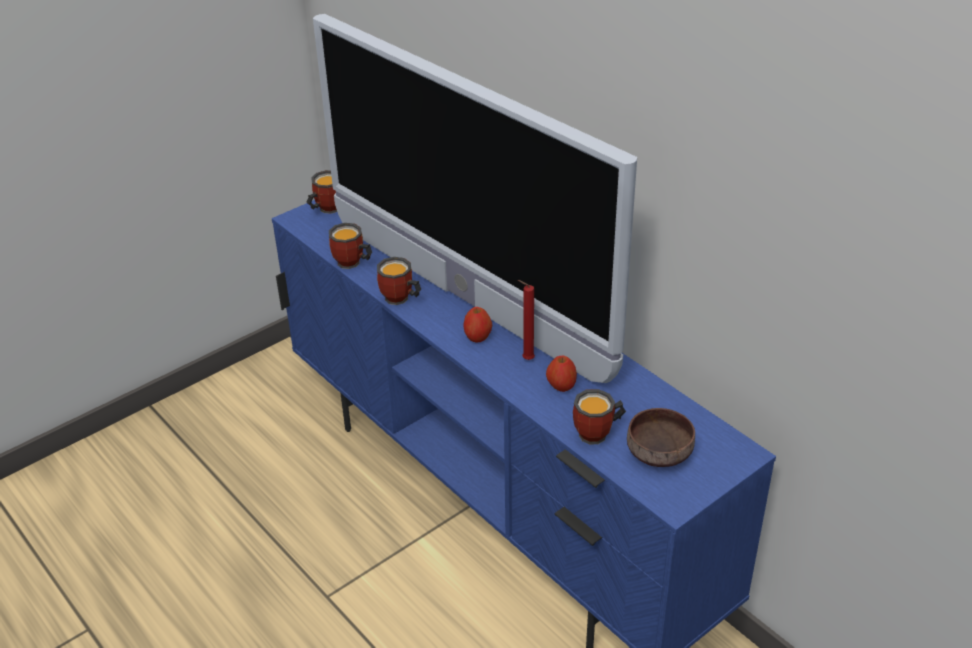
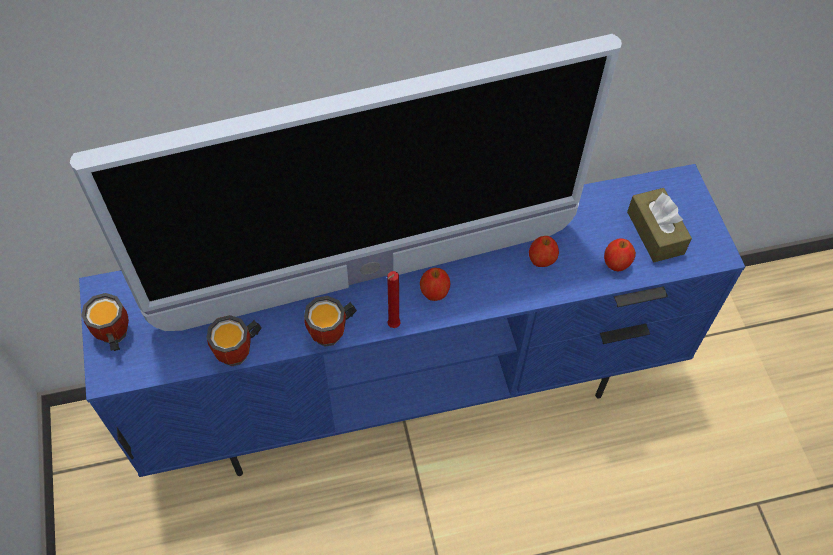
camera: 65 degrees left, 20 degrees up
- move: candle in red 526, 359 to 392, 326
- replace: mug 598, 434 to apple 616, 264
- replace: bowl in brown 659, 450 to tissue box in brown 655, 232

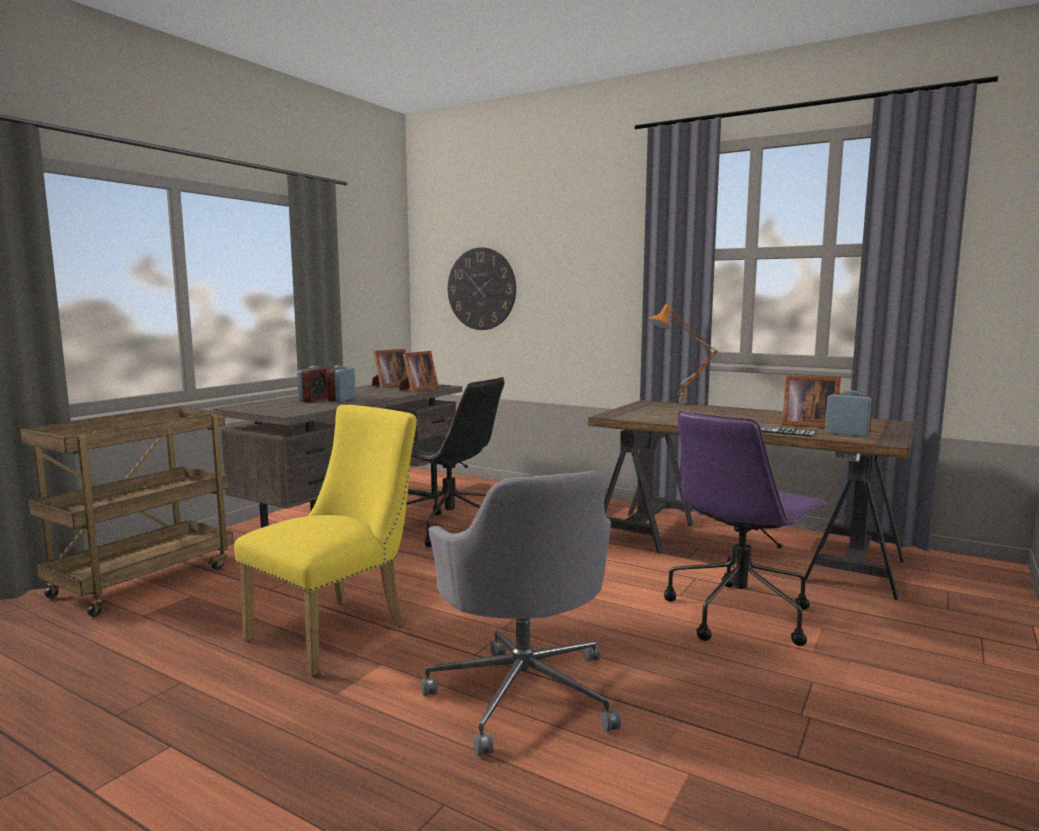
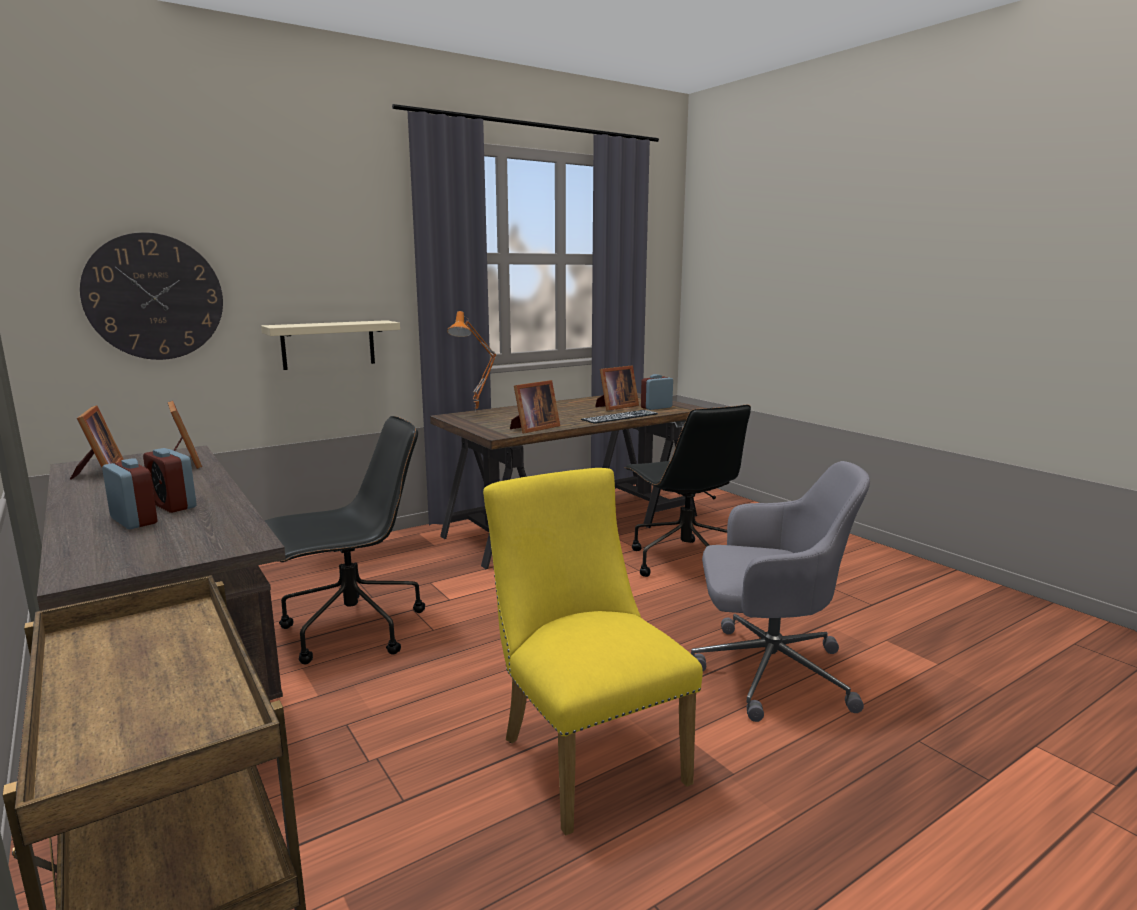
camera: 65 degrees left, 5 degrees up
- insert: shelf in beige 328, 344
- insert: picture frame 533, 429
- recolor: office chair in purple 739, 613 to office chair in black 683, 561

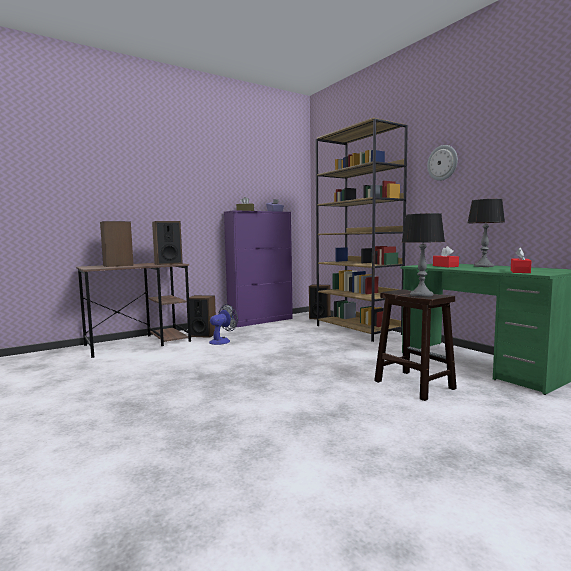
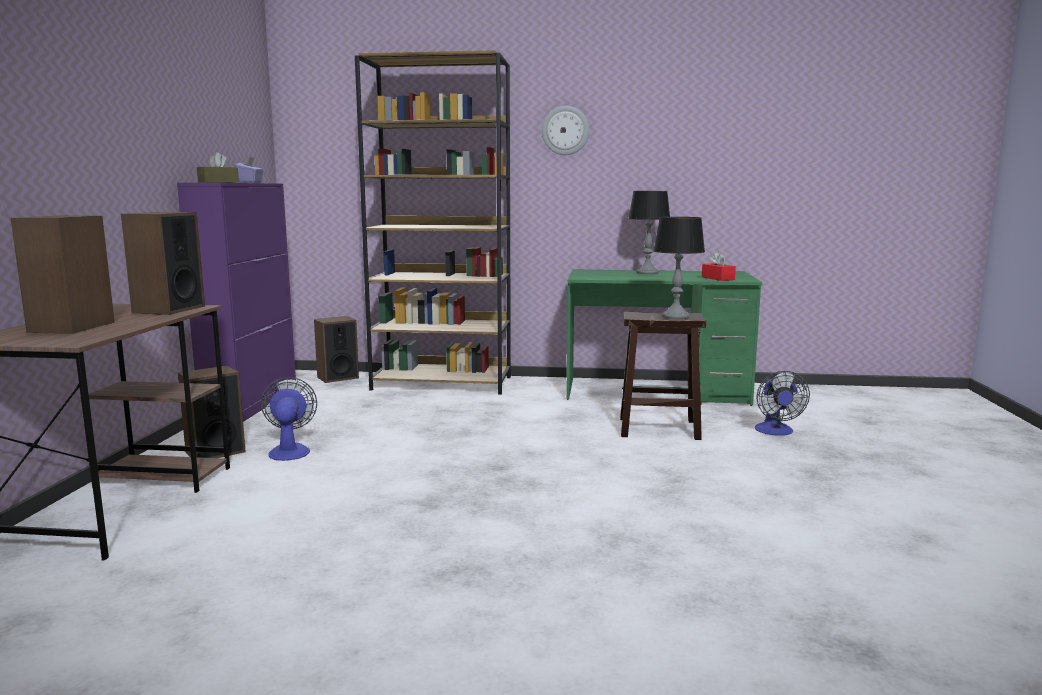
camera: 50 degrees left, 5 degrees up
- insert: fan 775, 432
- delete: tissue box in red 445, 266

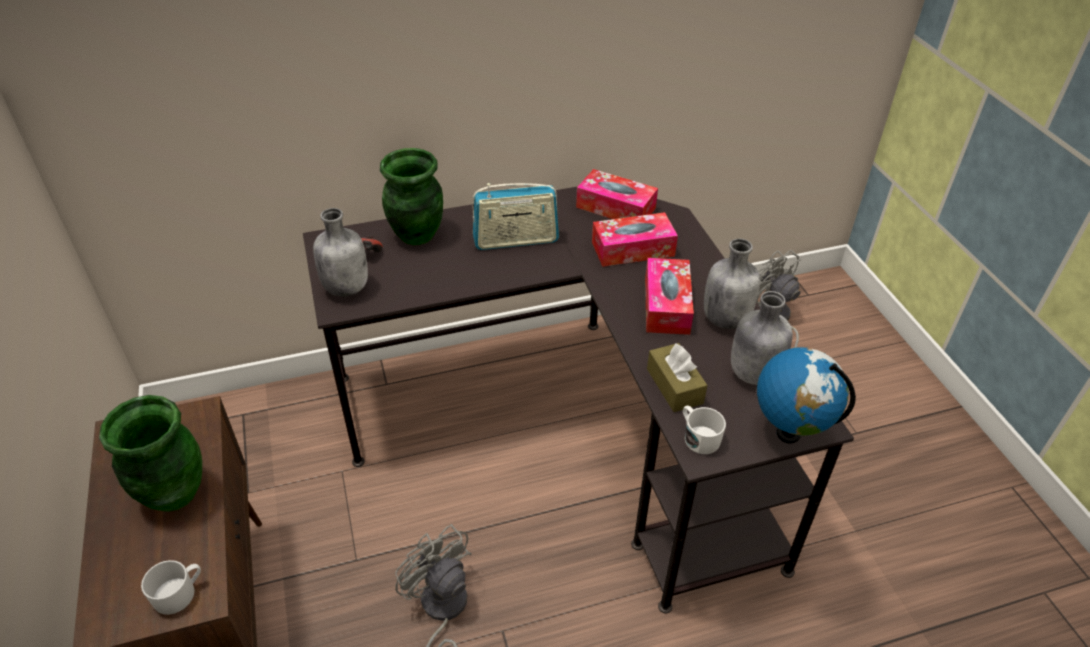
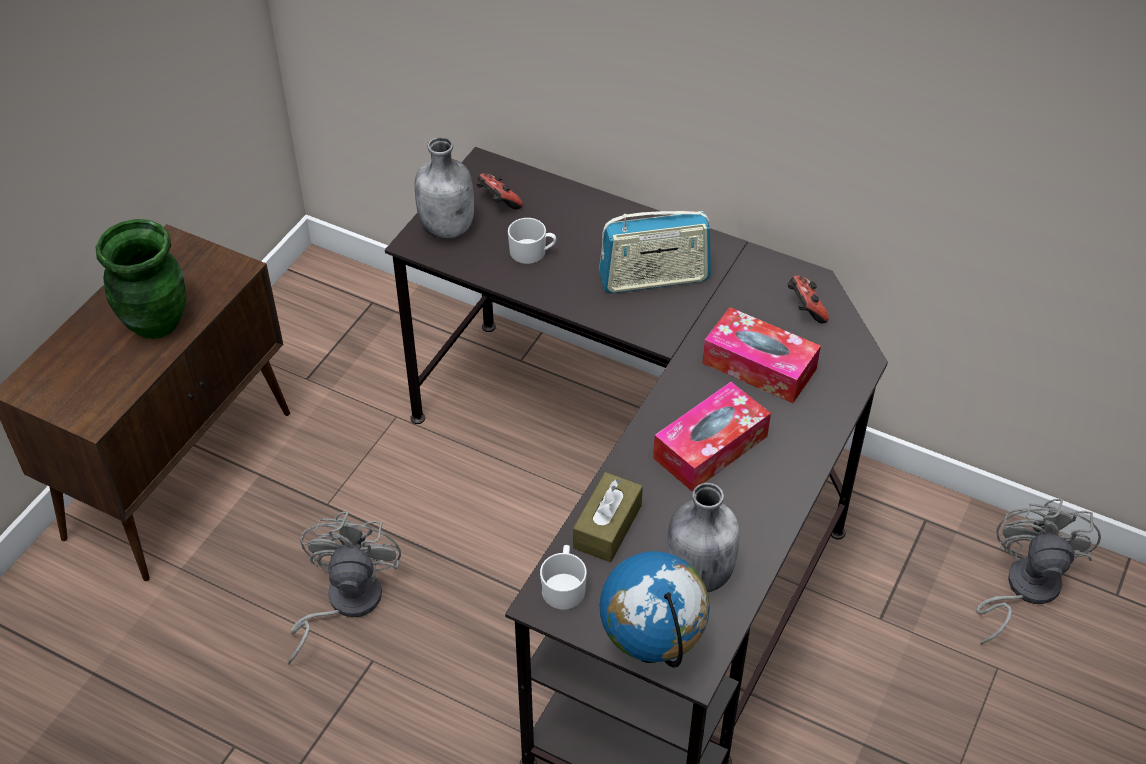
camera: 45 degrees right, 5 degrees up
- move: mug in white 179, 593 to 532, 252
- rotate: radio 516, 240 = 654, 279 45 degrees counterclockwise
- replace: tissue box 615, 208 to game controller 805, 309
- delete: vase in green 416, 235
- delete: bottle in grey 725, 318

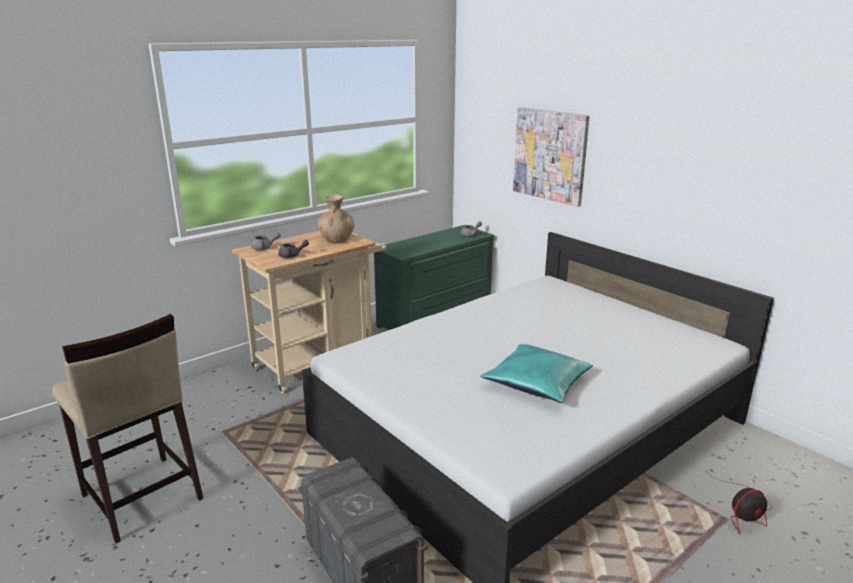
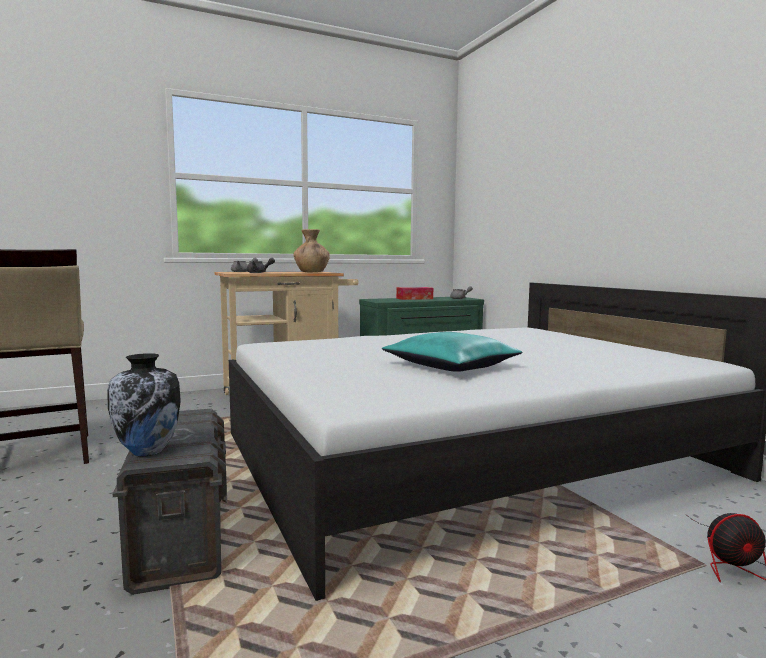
camera: 15 degrees right, 15 degrees down
- insert: vase 148, 451
- insert: tissue box 414, 298
- delete: picture 550, 155

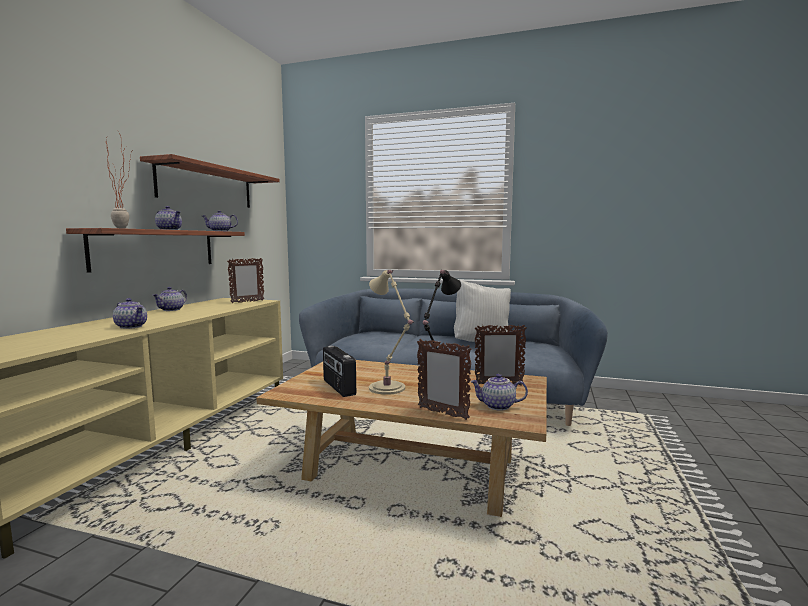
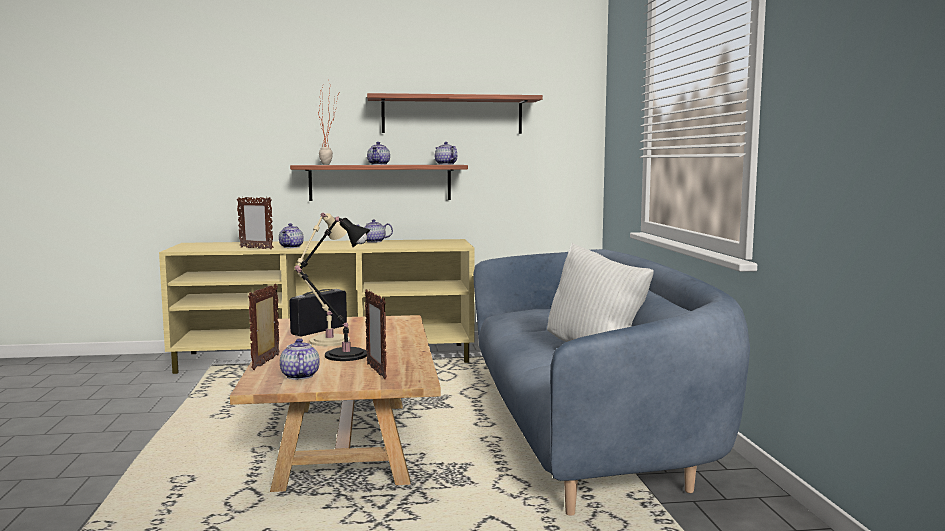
camera: 65 degrees right, 0 degrees up
- move: picture frame 247, 302 to 256, 248

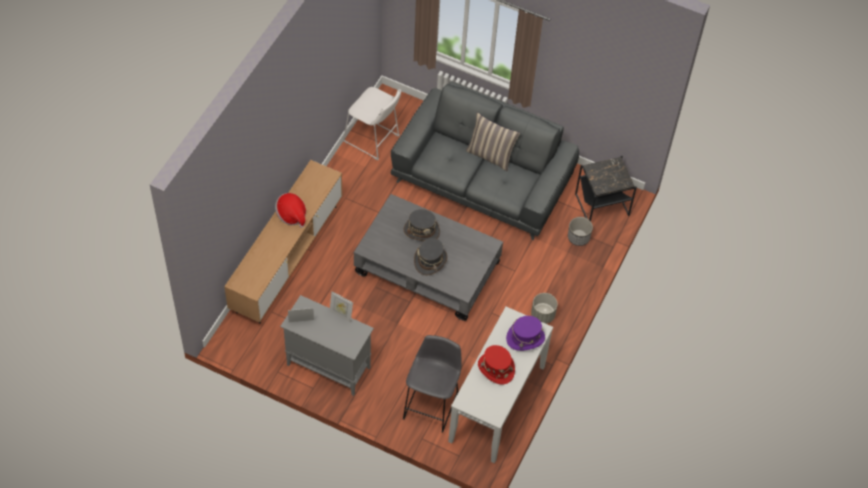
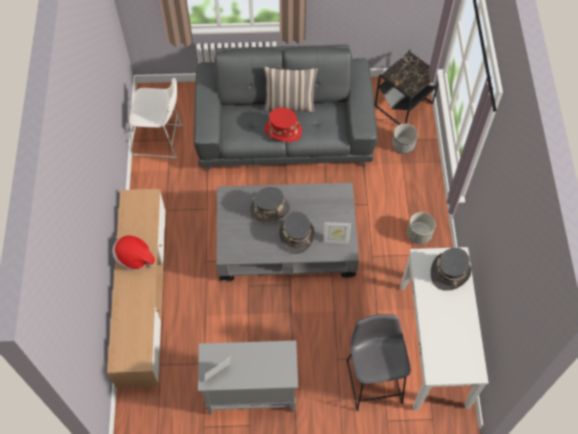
camera: 25 degrees left, 5 degrees up
- move: hat in red 496, 368 to 283, 130
- move: picture frame 341, 315 to 336, 240
- recolor: hat in purple 525, 338 to hat in grey 450, 272

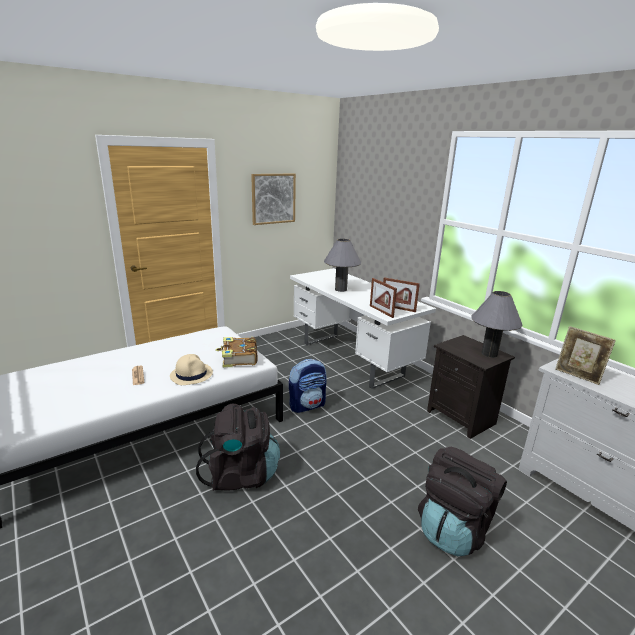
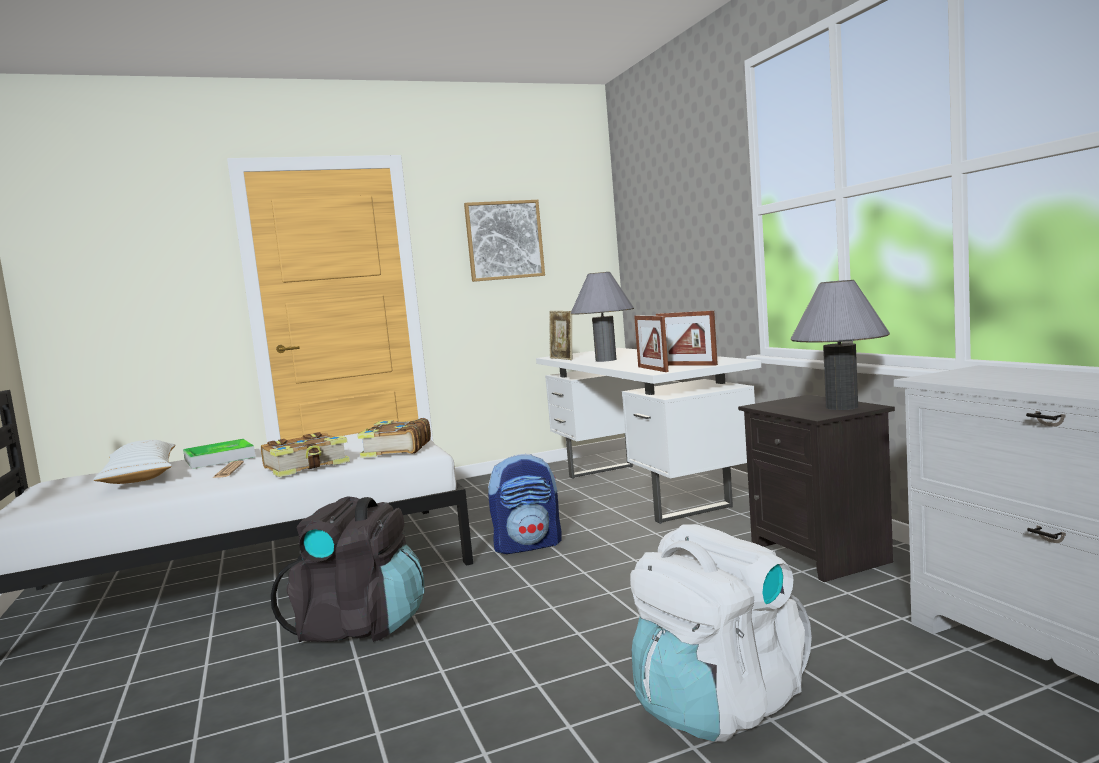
camera: 15 degrees right, 15 degrees down
- insert: pillow in white 141, 476
- insert: tray 219, 458
- replace: hat in beige 191, 374 to book 307, 466
- move: picture frame 577, 376 to 562, 359
- recolor: backpack in black 454, 529 to backpack in white 719, 704

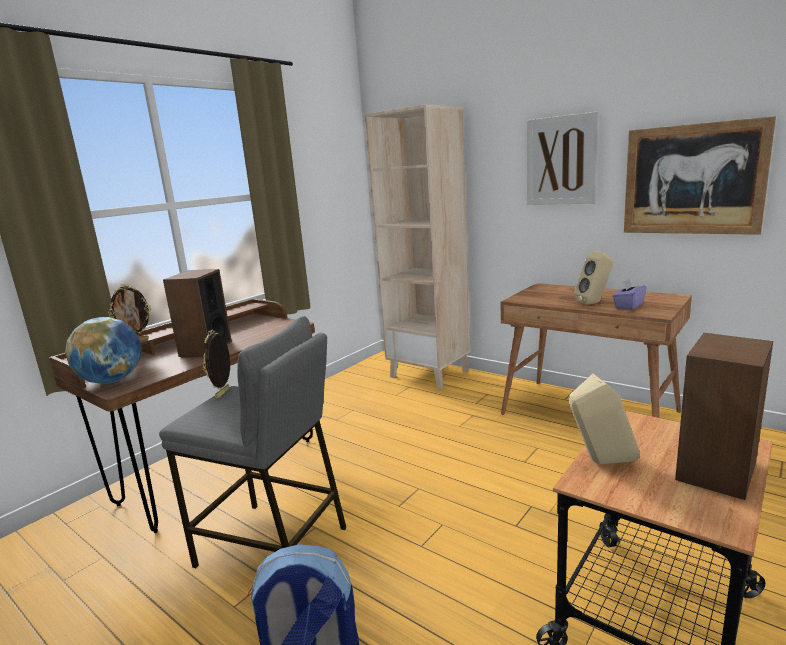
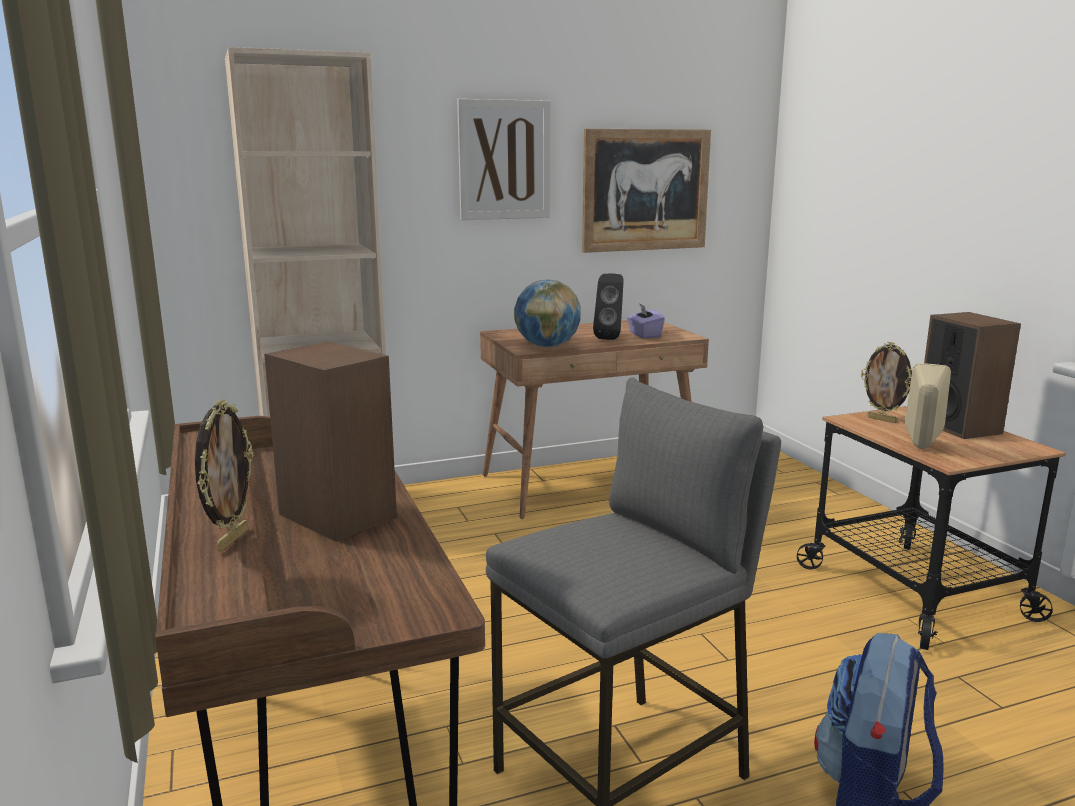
camera: 60 degrees left, 0 degrees up
- move: globe 112, 381 to 547, 346
- recolor: speaker in beige 594, 303 to speaker in black 609, 338
- move: picture frame 223, 393 to 882, 420

